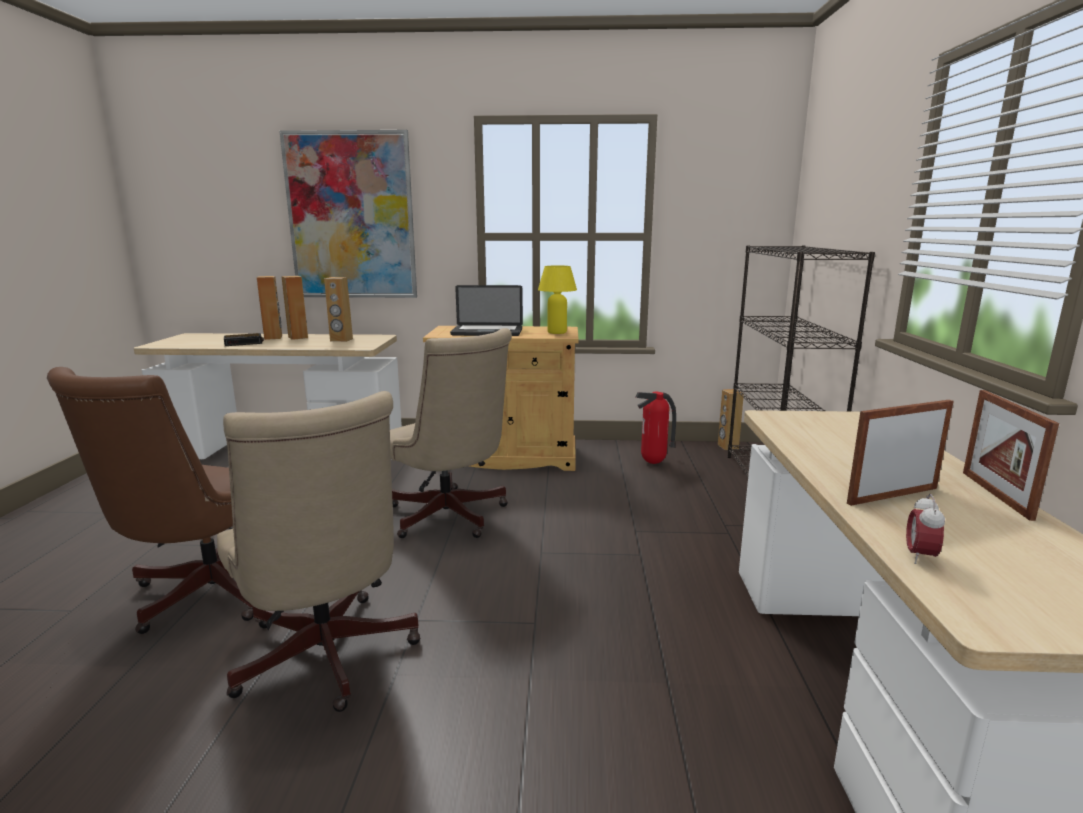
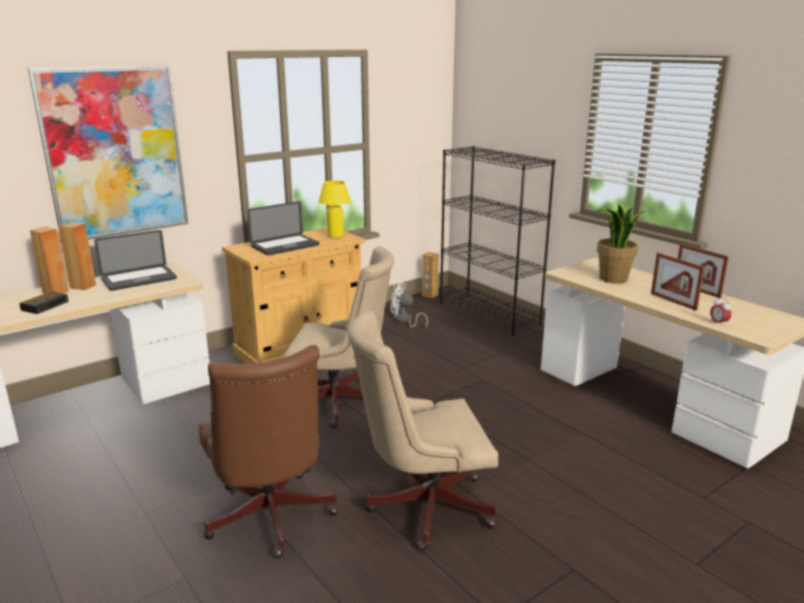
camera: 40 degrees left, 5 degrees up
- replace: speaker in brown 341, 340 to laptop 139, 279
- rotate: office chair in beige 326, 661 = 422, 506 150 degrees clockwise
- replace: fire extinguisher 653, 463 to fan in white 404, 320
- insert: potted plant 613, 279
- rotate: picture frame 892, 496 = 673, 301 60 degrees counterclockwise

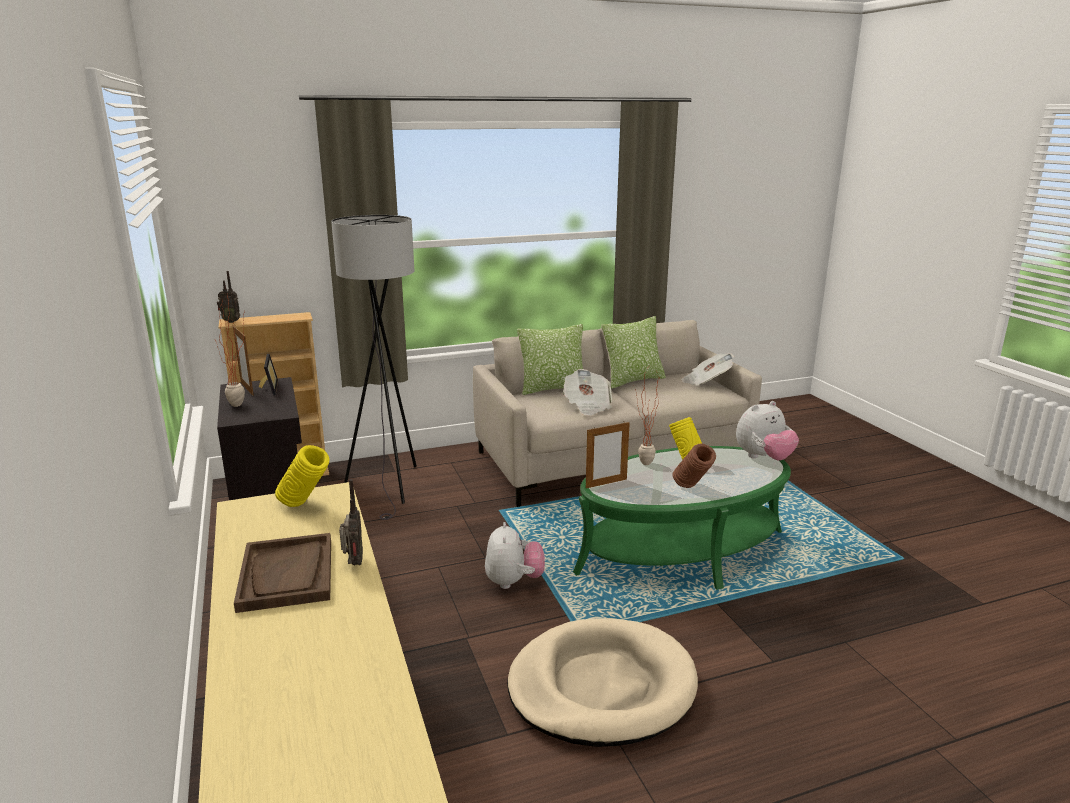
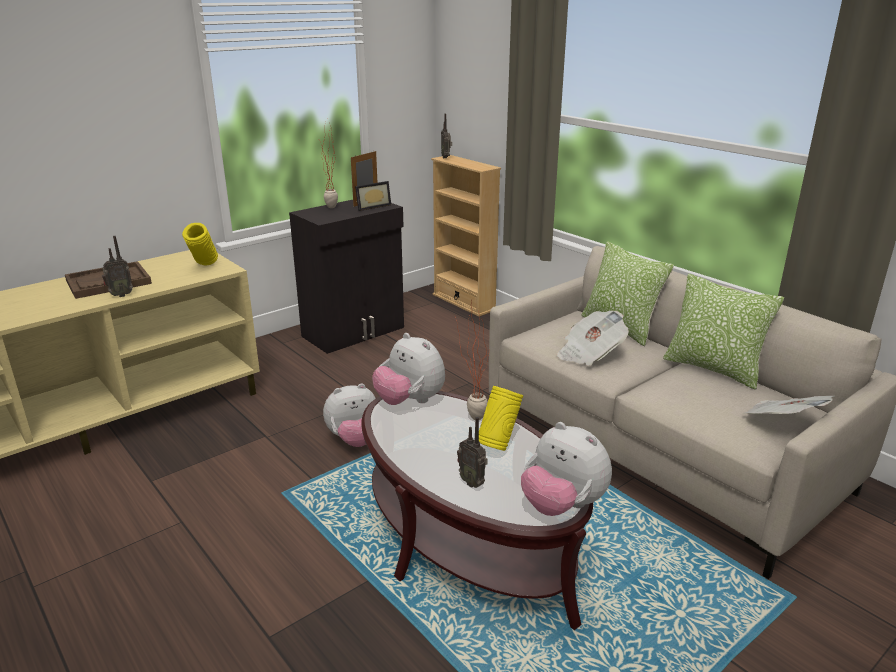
camera: 70 degrees right, 5 degrees up
- recolor: coffee table in green 681, 552 to coffee table in brown 466, 538
- replace: picture frame 606, 483 to plush toy 410, 401
- insert: radio 472, 482
- delete: floor lamp in grey 391, 487
- delete: dog bed in beige 601, 686
- delete: vase in brown 692, 489

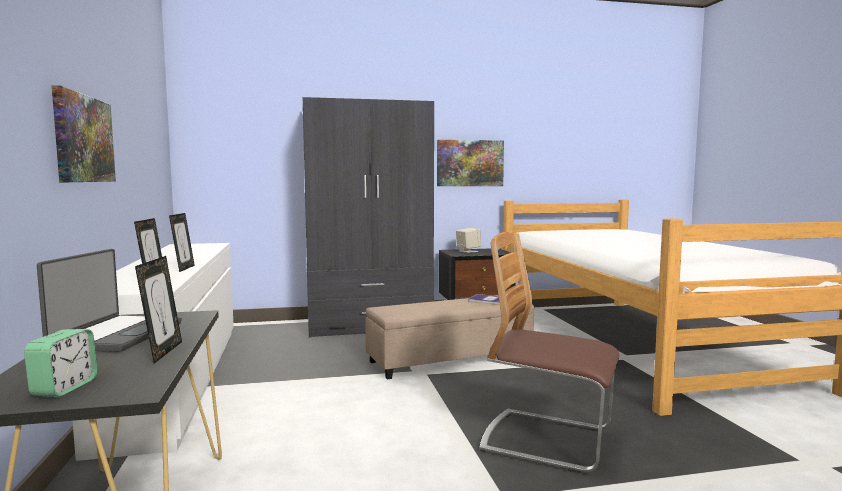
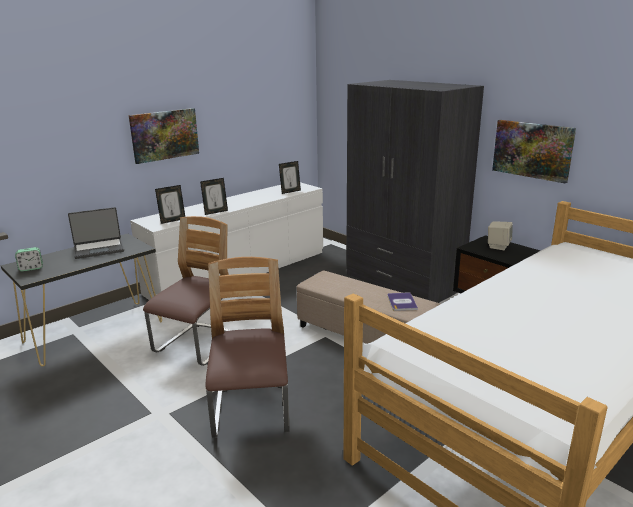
camera: 60 degrees right, 15 degrees up
- insert: chair 197, 345
- move: picture frame 162, 352 to 290, 191

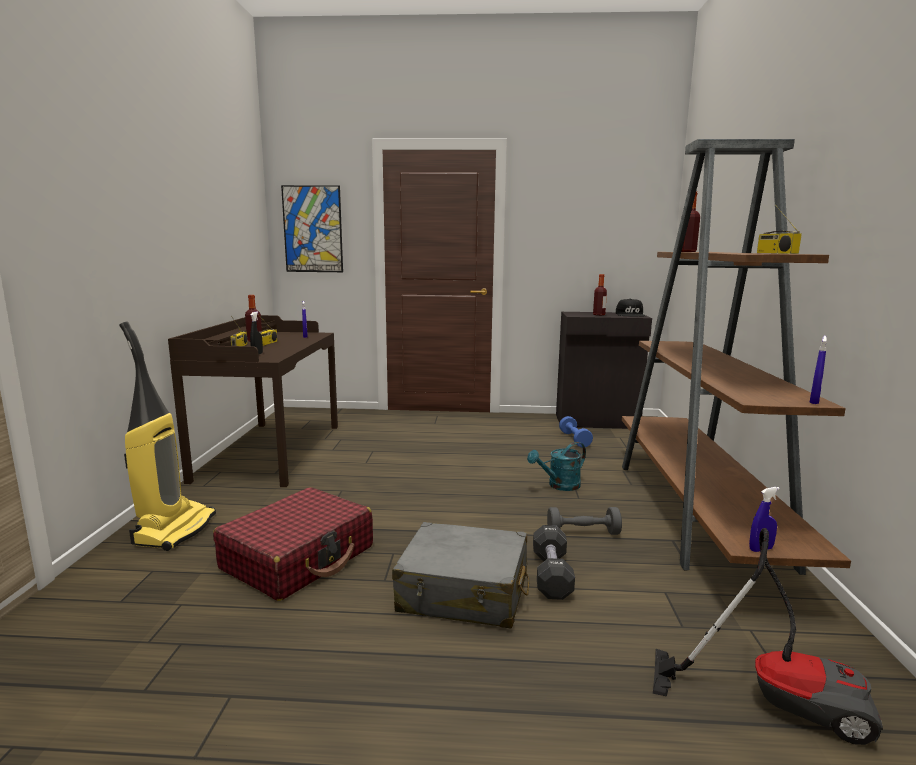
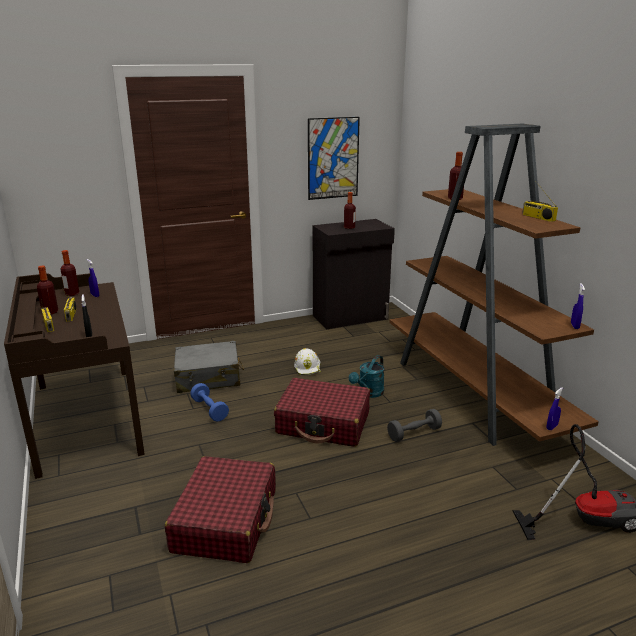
camera: 25 degrees left, 10 degrees up
- insert: bottle 72, 293
- move: suitcase in grey 464, 592 to 208, 377
- move: dumbbell in blue 574, 439 to 209, 410
- insert: suitcase in red 323, 423
- insert: hard hat in white 308, 368
- move: picture 312, 229 to 333, 158
- delete: vacuum cleaner 174, 529
- delete: dumbbell in black 551, 575
- delete: cap in black 630, 314

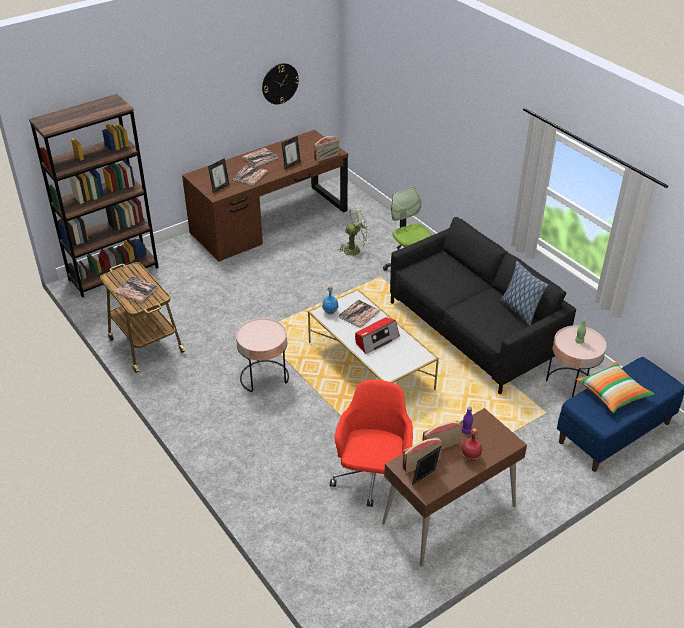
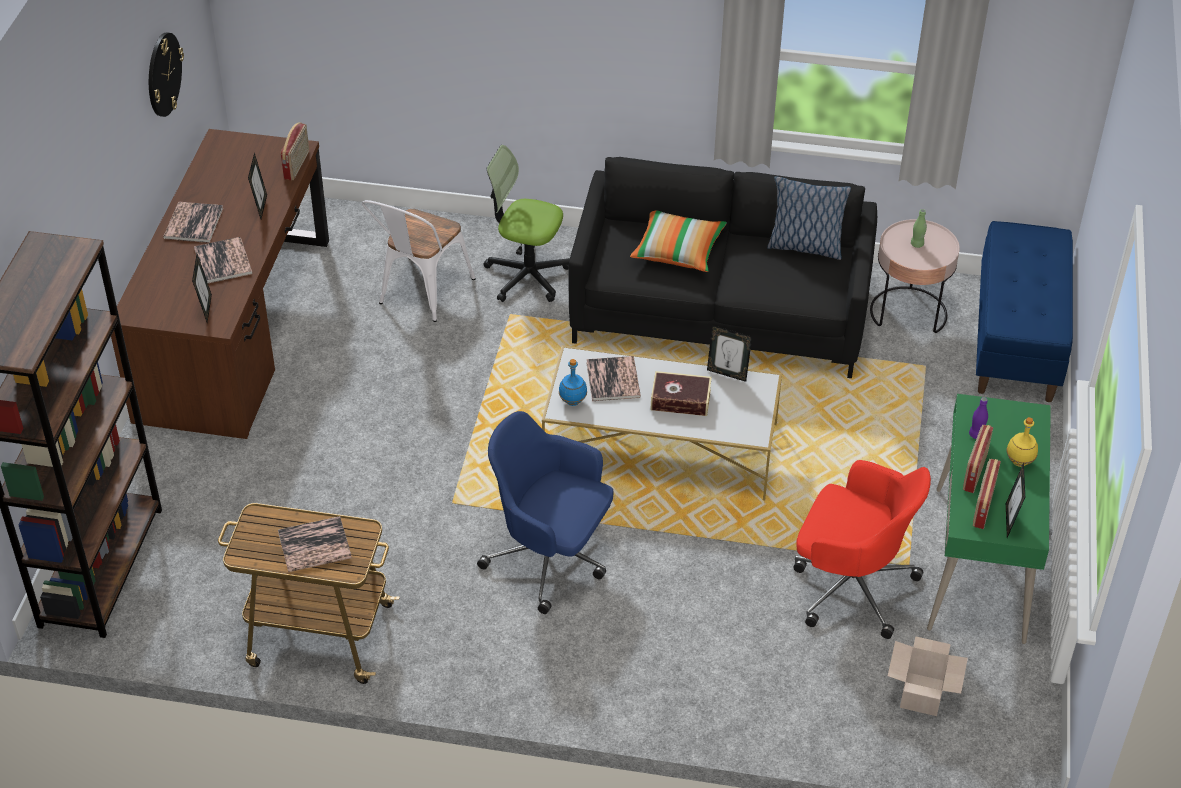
camera: 45 degrees left, 5 degrees up
- replace: fan in green 355, 249 to chair in white 420, 294
- replace: side table in pink 264, 377 to office chair in blue 550, 559
- move: pillow 613, 393 to 678, 250
- replace: radio 376, 340 to book 680, 400
- insert: picture frame 727, 373
- rotate: office chair in red 373, 478 = 850, 585 150 degrees clockwise
- insert: cardboard box 922, 695
- recolor: desk in brown 449, 515 to desk in green 980, 564
- recolor: bottle in red 470, 457 to bottle in yellow 1019, 462

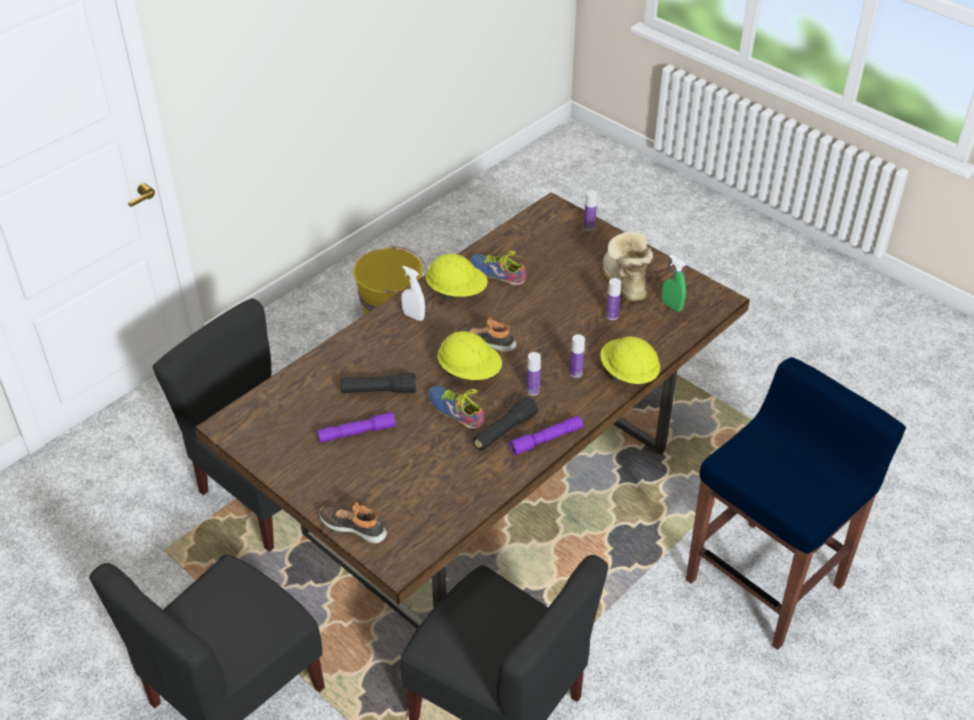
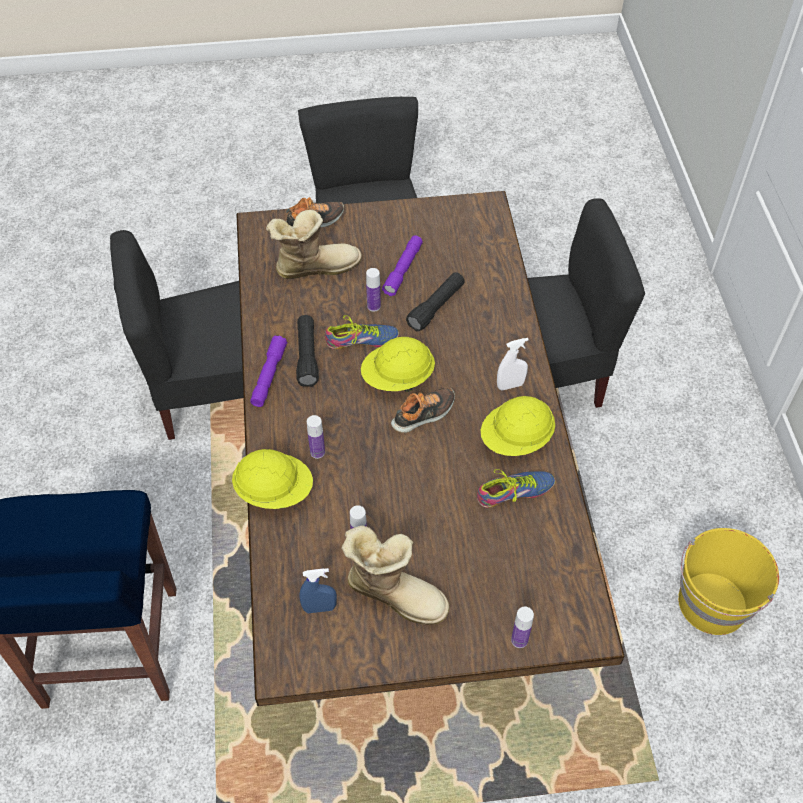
camera: 130 degrees right, 10 degrees up
- insert: boot 315, 266
- recolor: spray bottle in green 671, 306 to spray bottle in blue 319, 608
- move: bottle 533, 390 to 373, 306

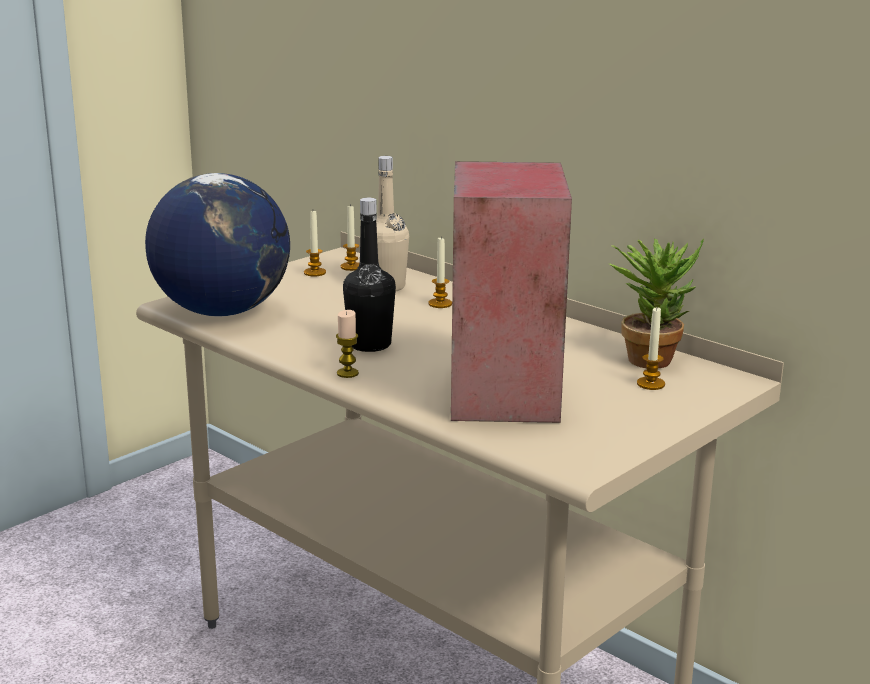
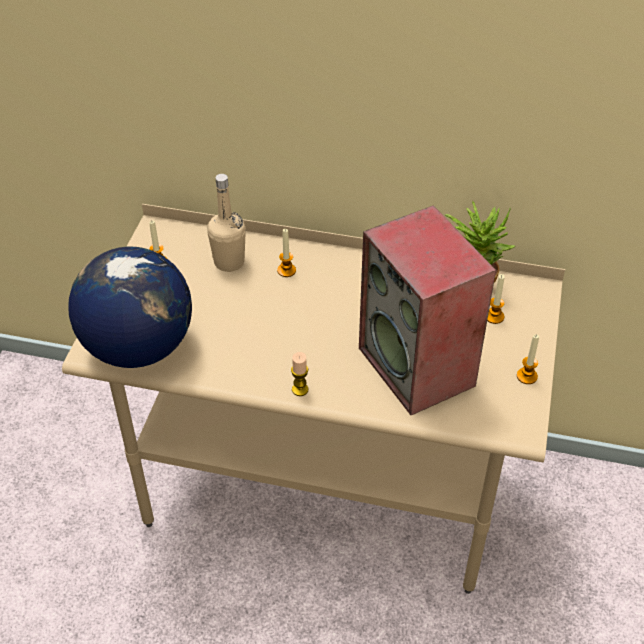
camera: 30 degrees left, 25 degrees up
- move: candle 351, 267 to 527, 376
- delete: bottle in black 370, 345

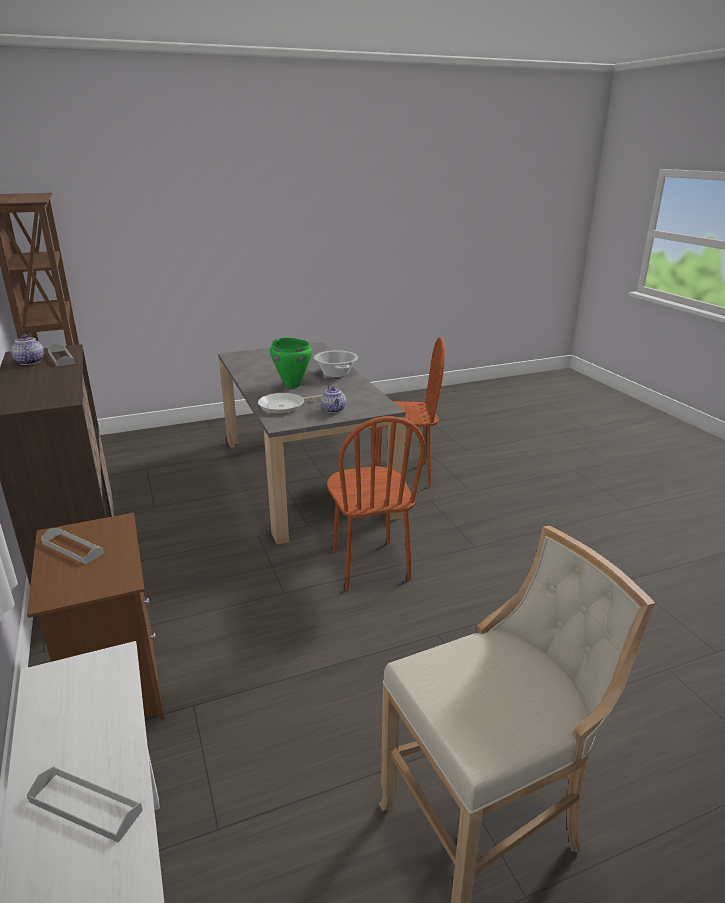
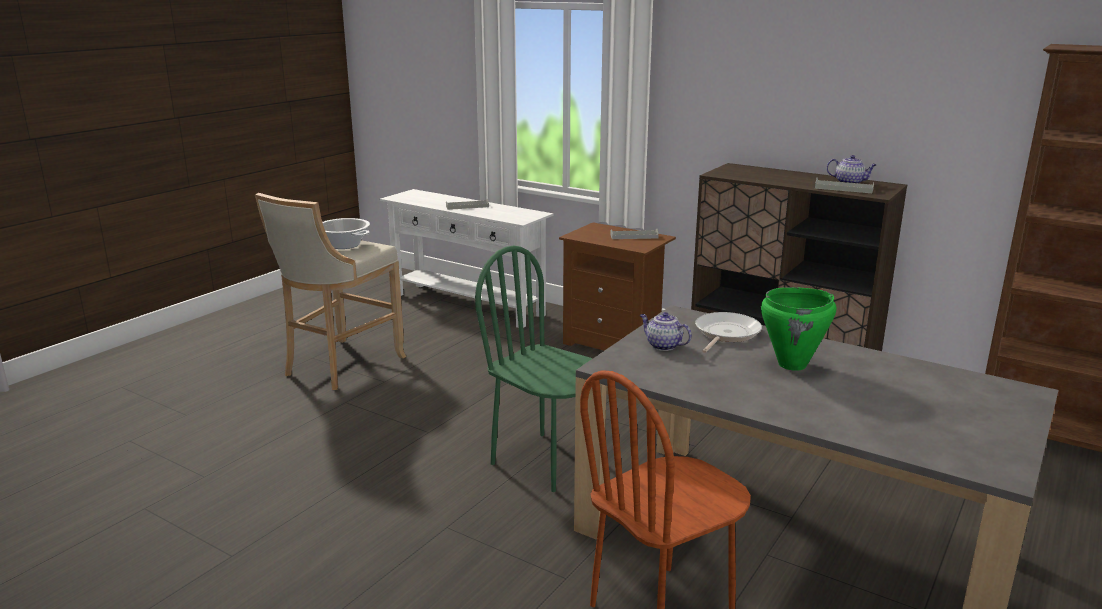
camera: 145 degrees right, 5 degrees down
- move: cooking pot 336, 373 to 344, 245
- recolor: chair in brown 369, 565 to chair in green 546, 461

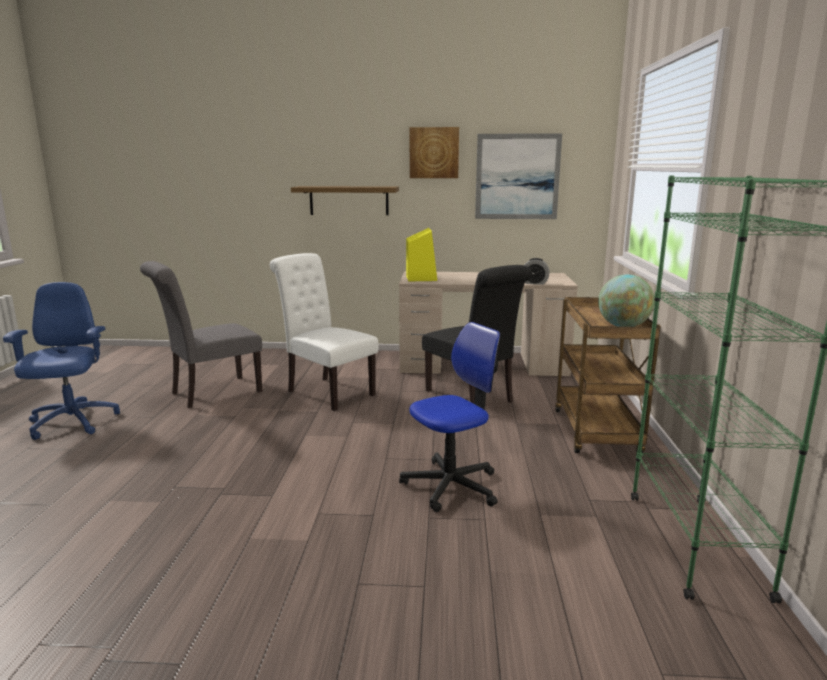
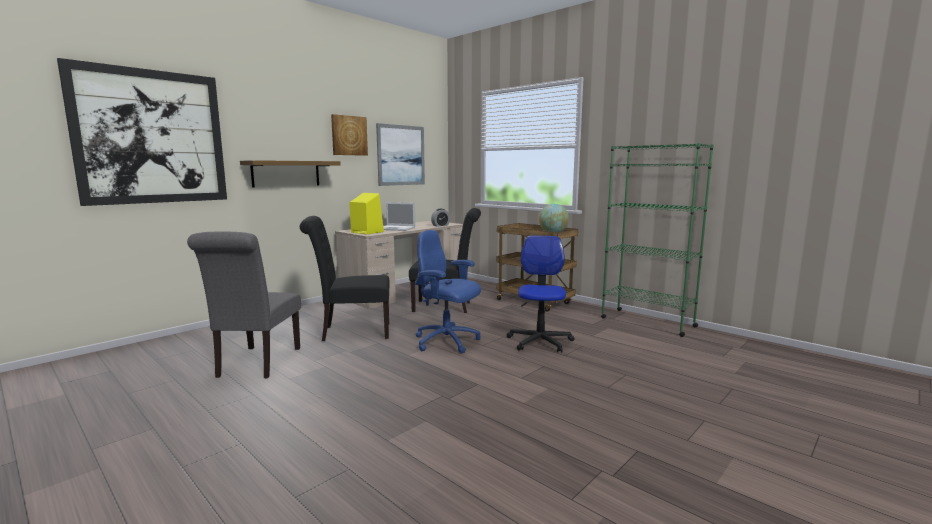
camera: 50 degrees left, 5 degrees down
- insert: picture 151, 137
- recolor: chair in white 326, 392 to chair in black 351, 332
- insert: laptop 396, 228
- move: office chair in blue 72, 423 to 447, 342

